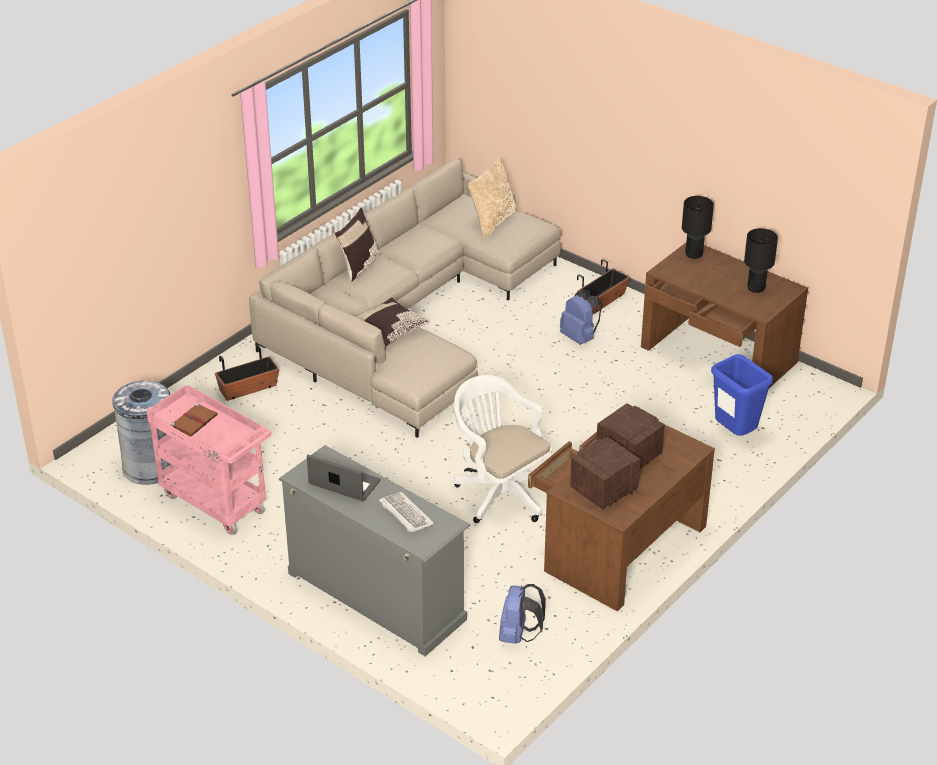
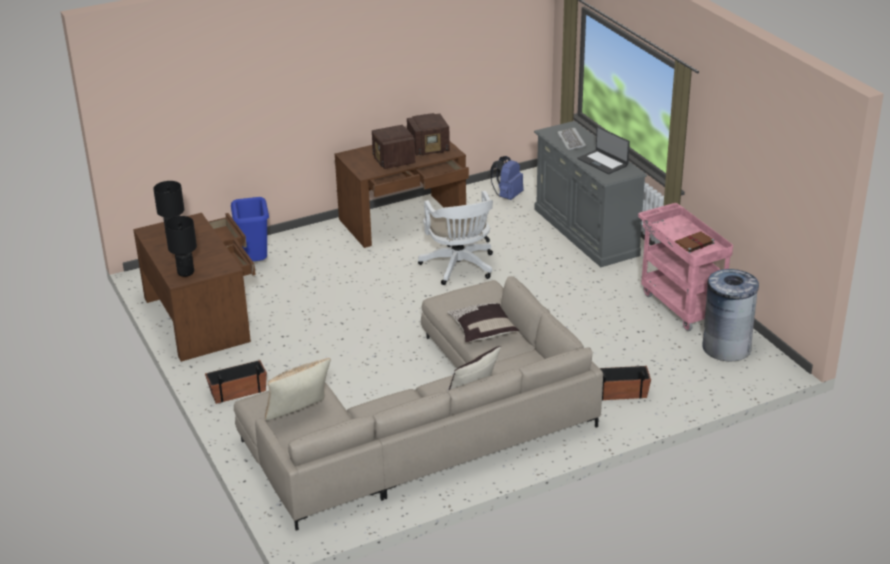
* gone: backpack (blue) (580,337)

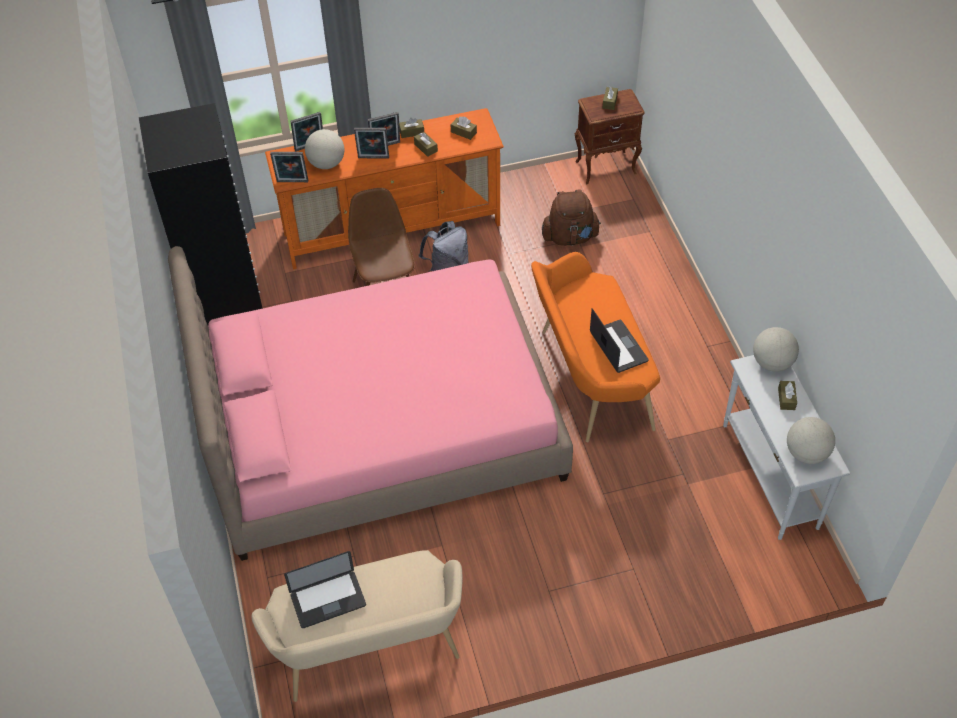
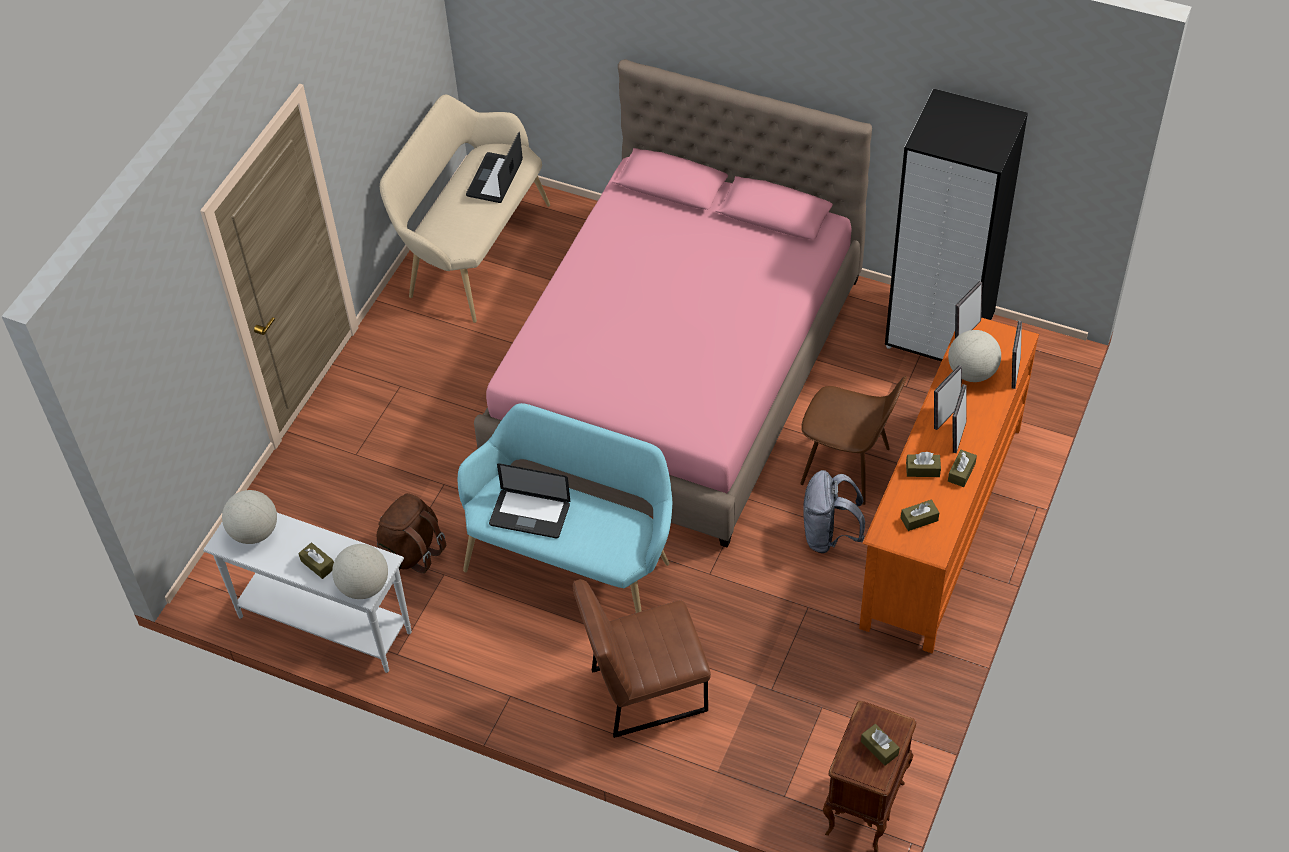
* shifted: backpack (brown) (570,237) to (411,552)
* repainted: bench (orange) (588,379) to bench (turquoise) (574,562)
* new: chair (brown) (645,690)

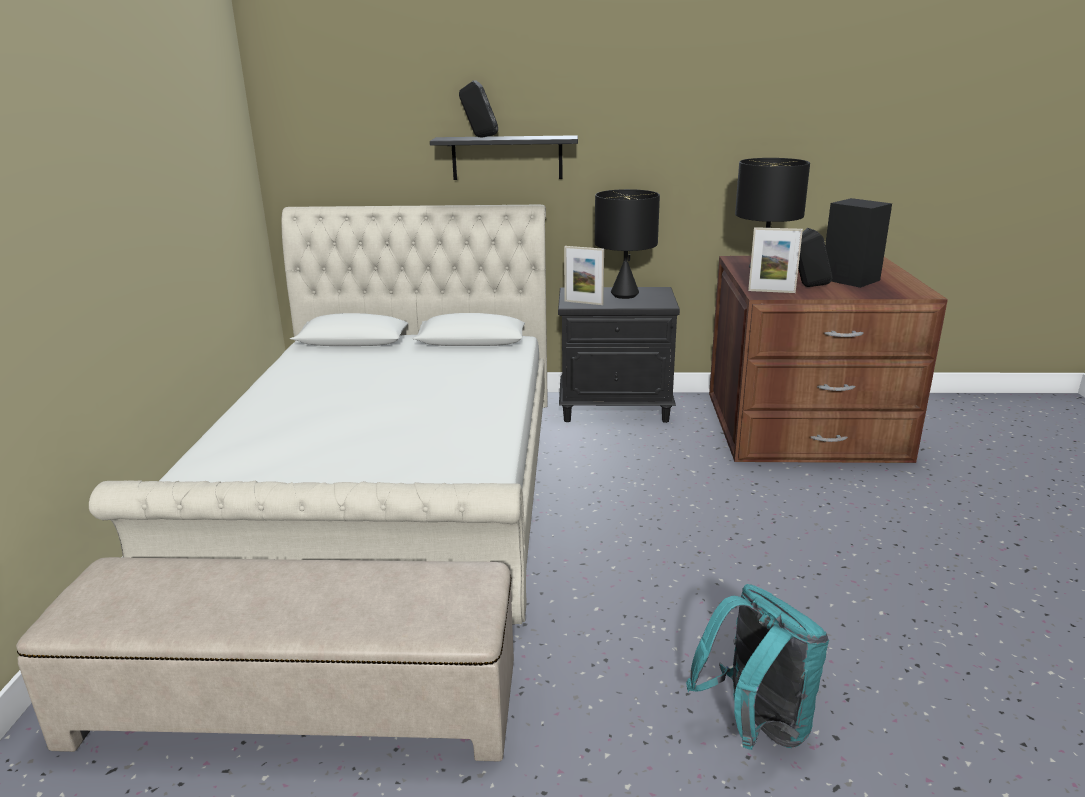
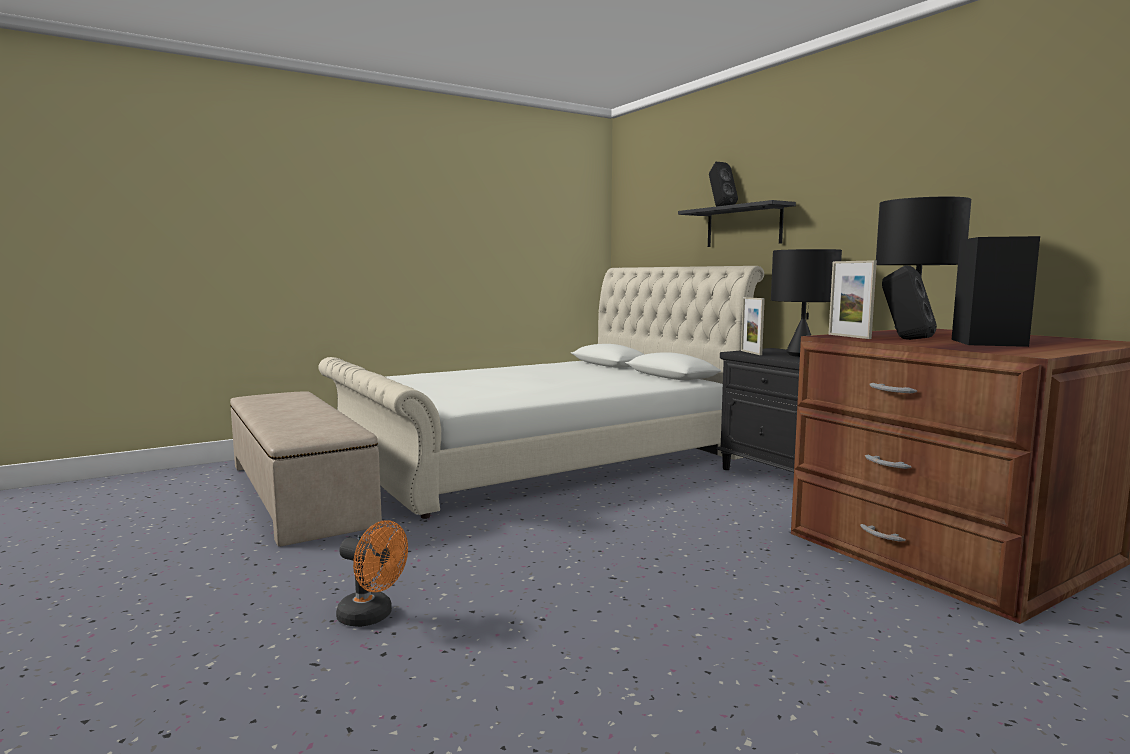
* swapped: backpack (turquoise) (755,726) to fan (orange) (372,616)

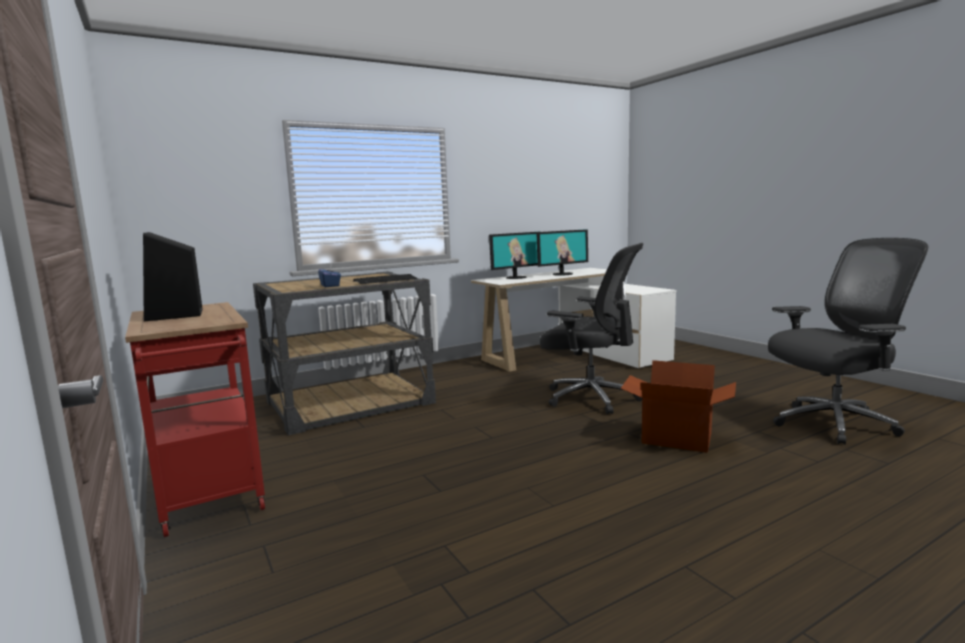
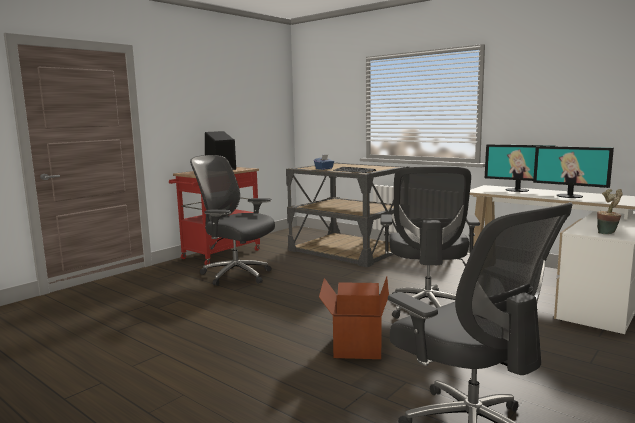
* new: office chair (237,275)
* new: potted plant (608,233)

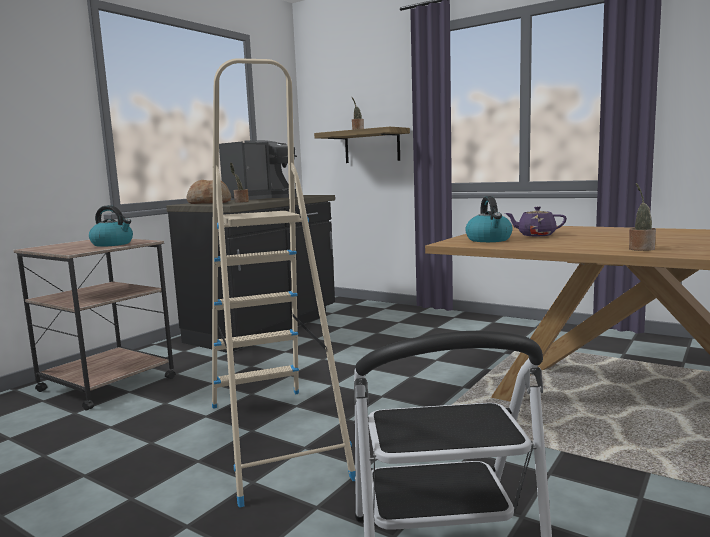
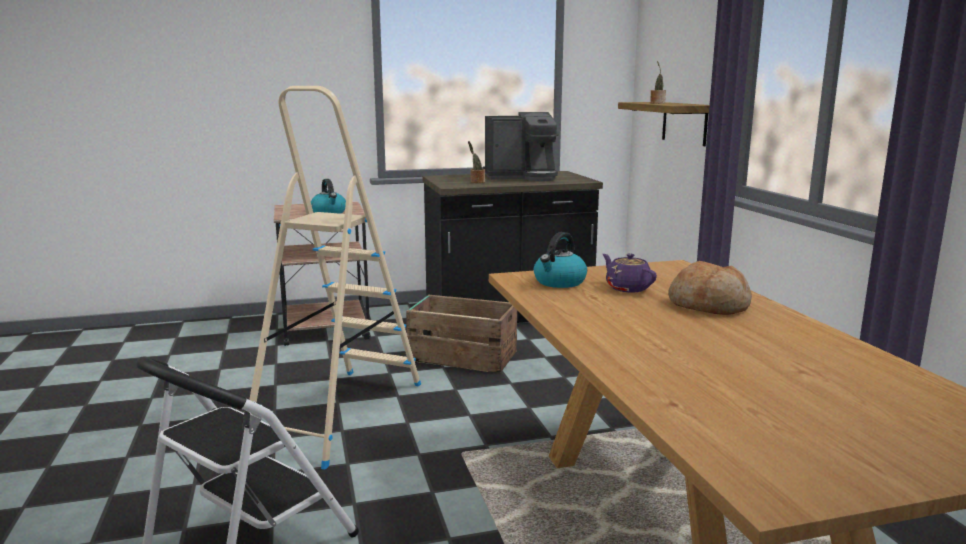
* shifted: bread (210,203) to (709,305)
* gone: potted plant (640,248)
* new: crate (461,356)

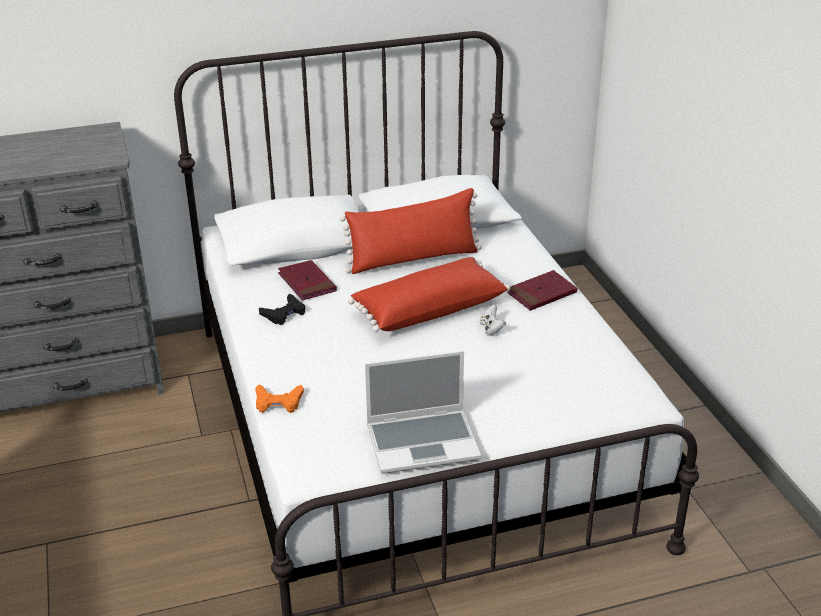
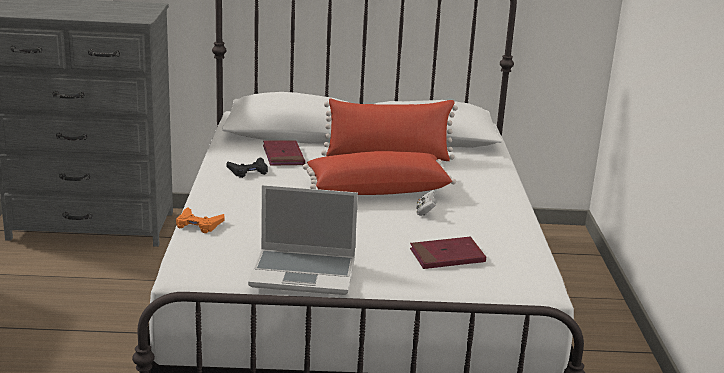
* shifted: book (red) (541,293) to (447,256)

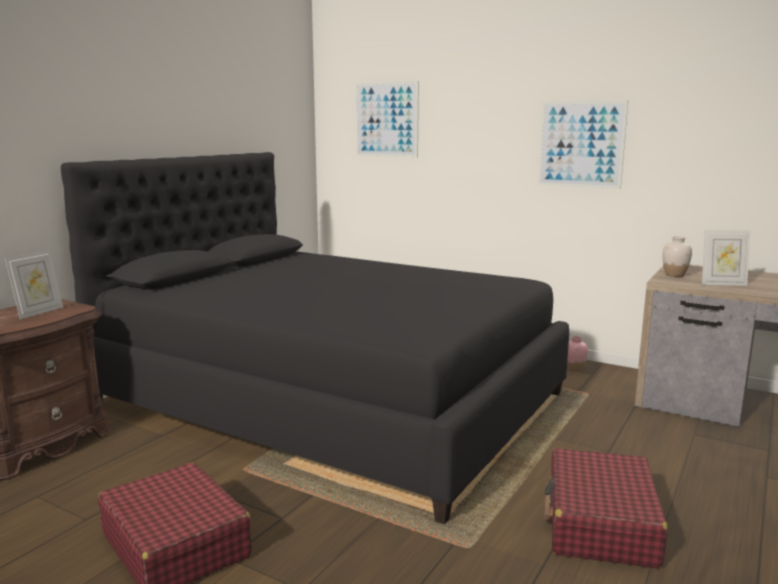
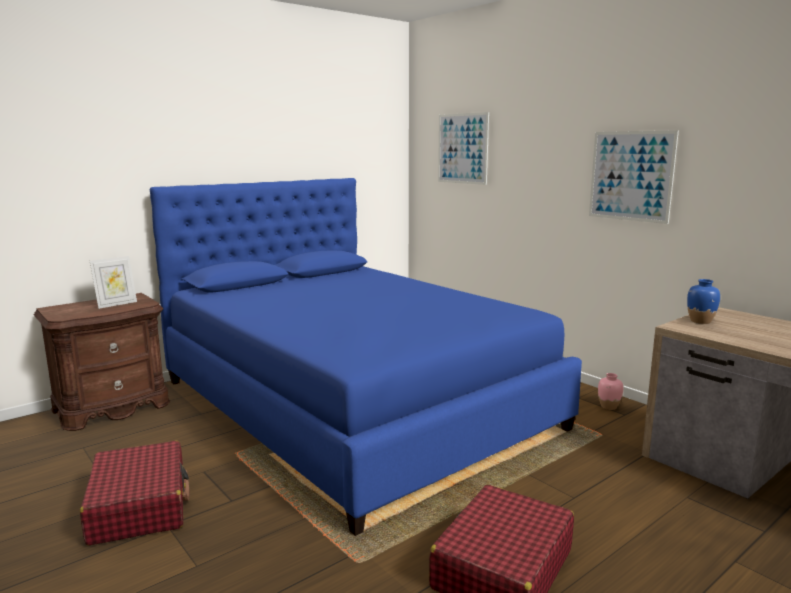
* repainted: bed (black) (330,399) to bed (blue) (353,403)
* gone: picture frame (722,284)
* repainted: vase (white) (674,275) to vase (blue) (700,321)

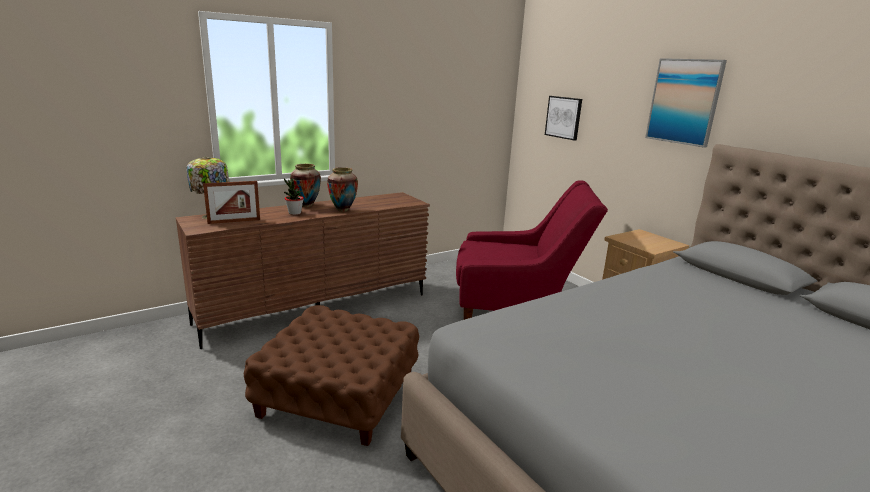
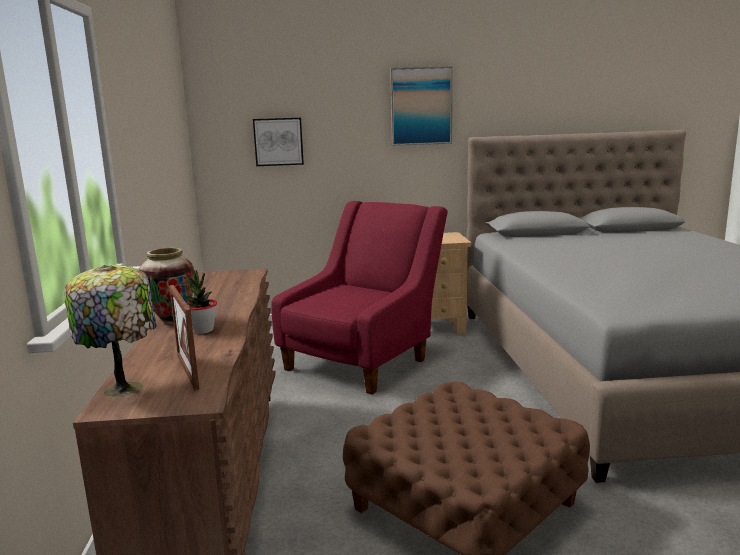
* gone: vase (343,210)
* rotated: picture frame (234,221) = (187,371) 150 degrees clockwise

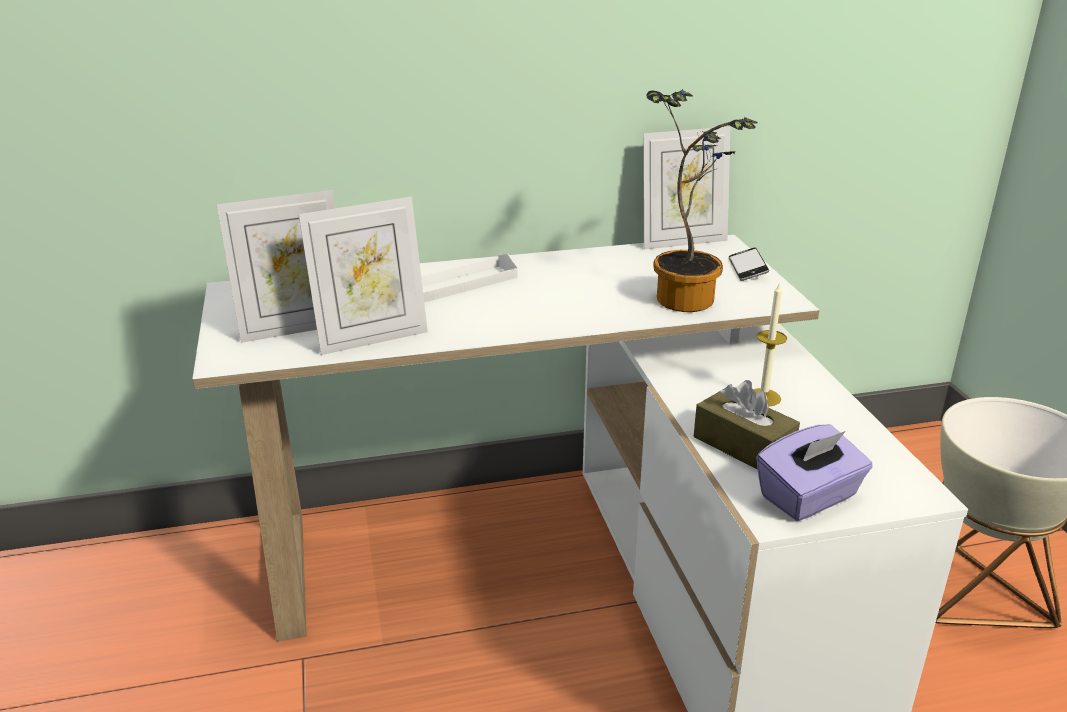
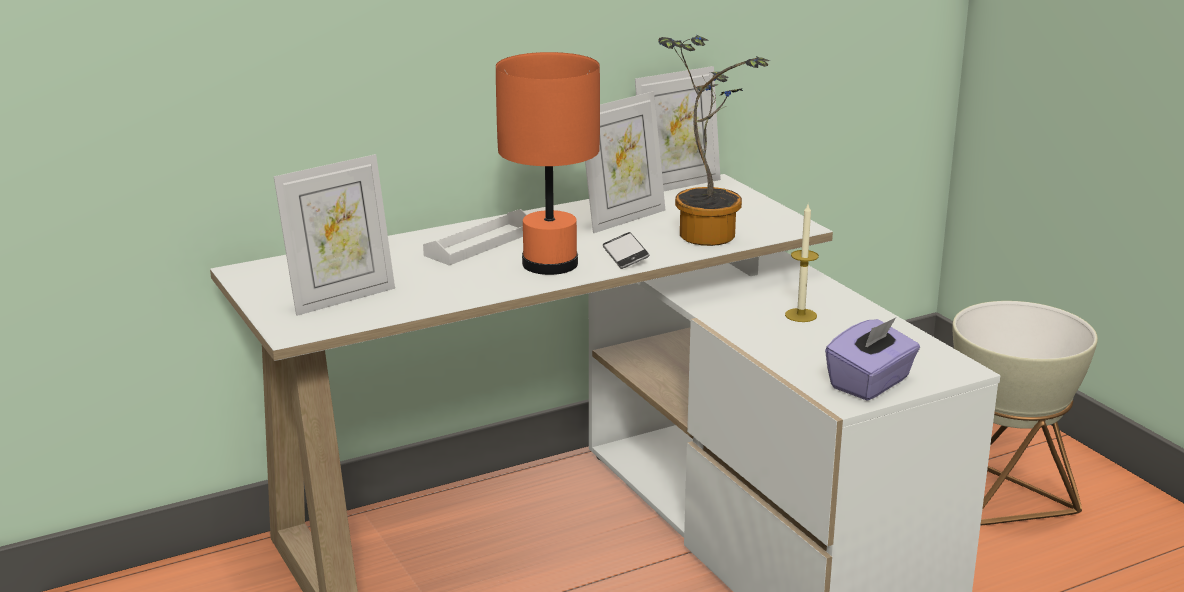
* shifted: picture frame (371,338) to (623,219)
* shifted: phone (747,269) to (625,256)
* gone: tissue box (brown) (743,446)
* new: table lamp (orange) (550,263)

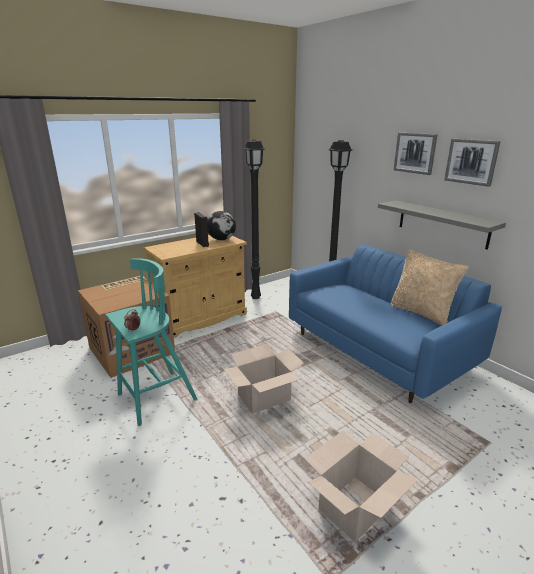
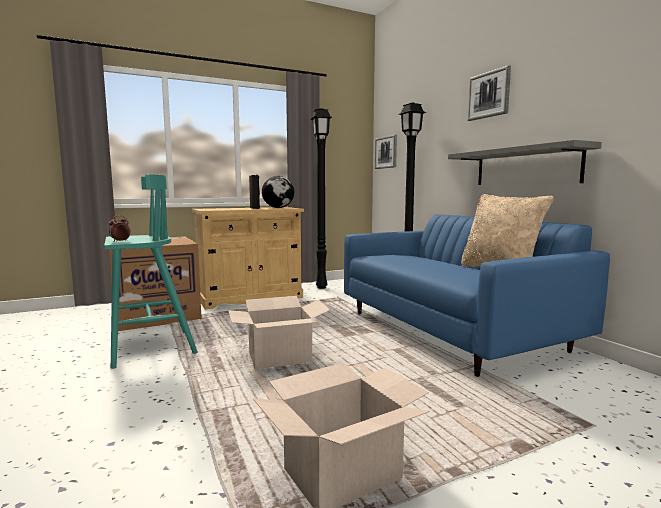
* shifted: picture (471,161) to (386,152)

